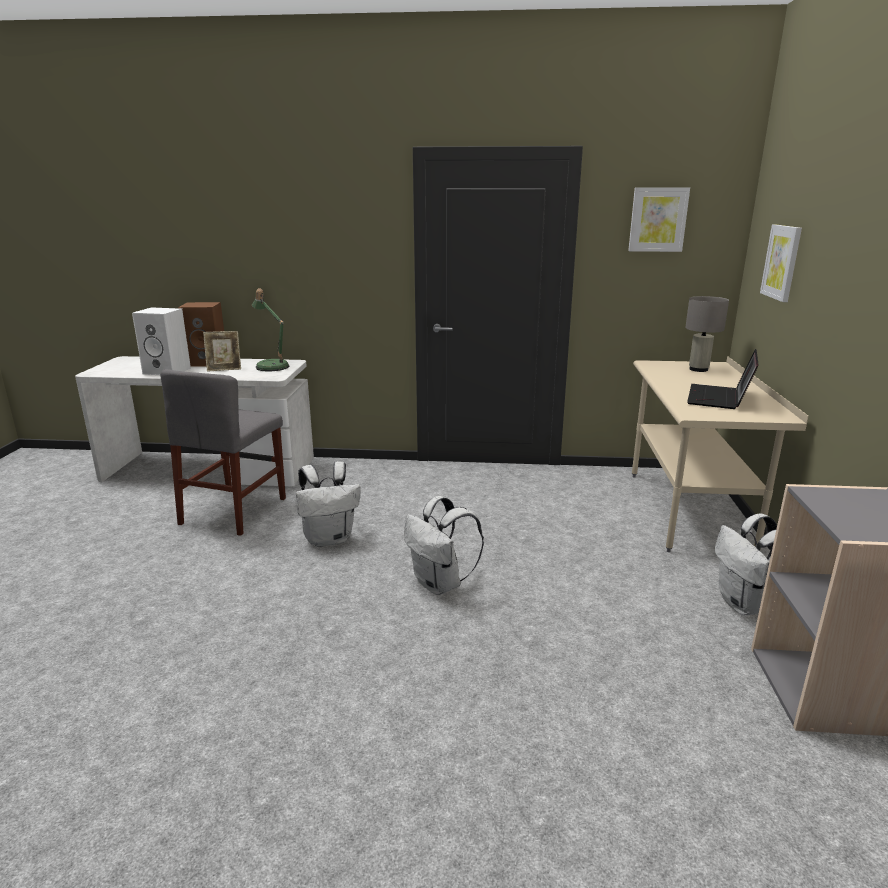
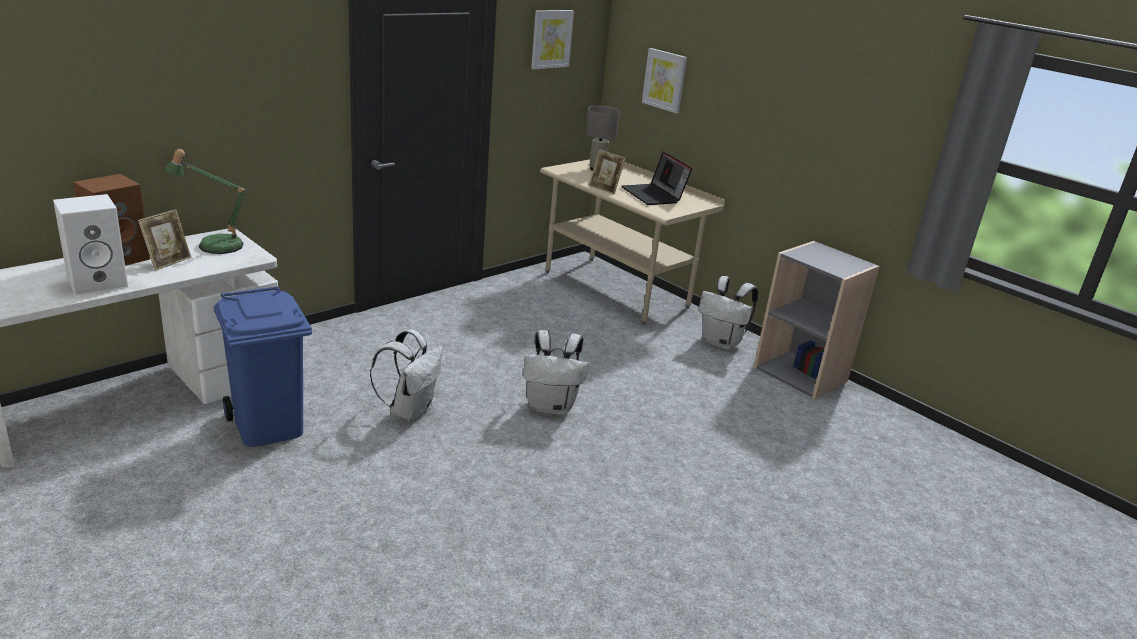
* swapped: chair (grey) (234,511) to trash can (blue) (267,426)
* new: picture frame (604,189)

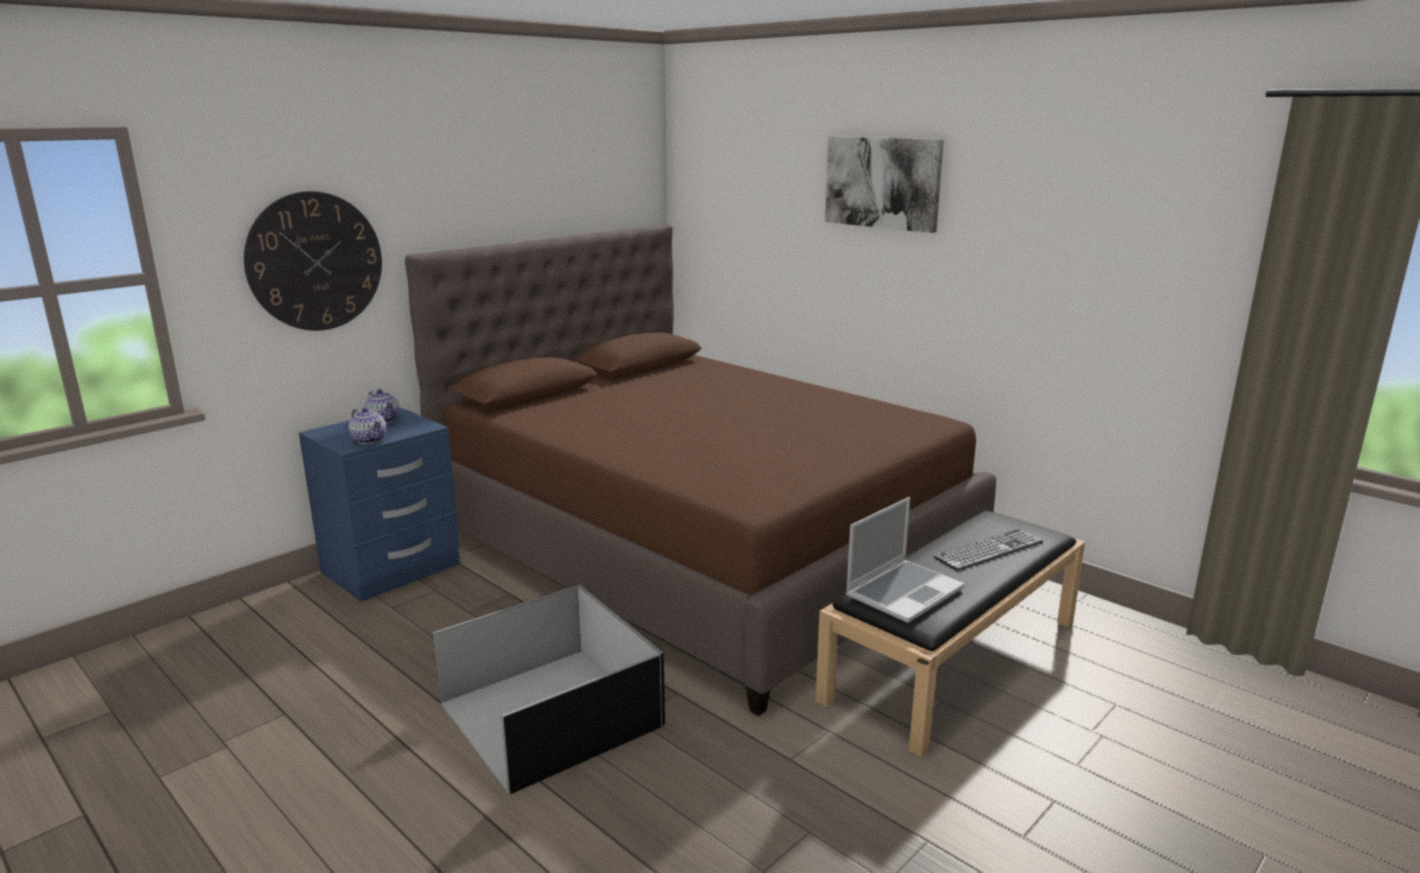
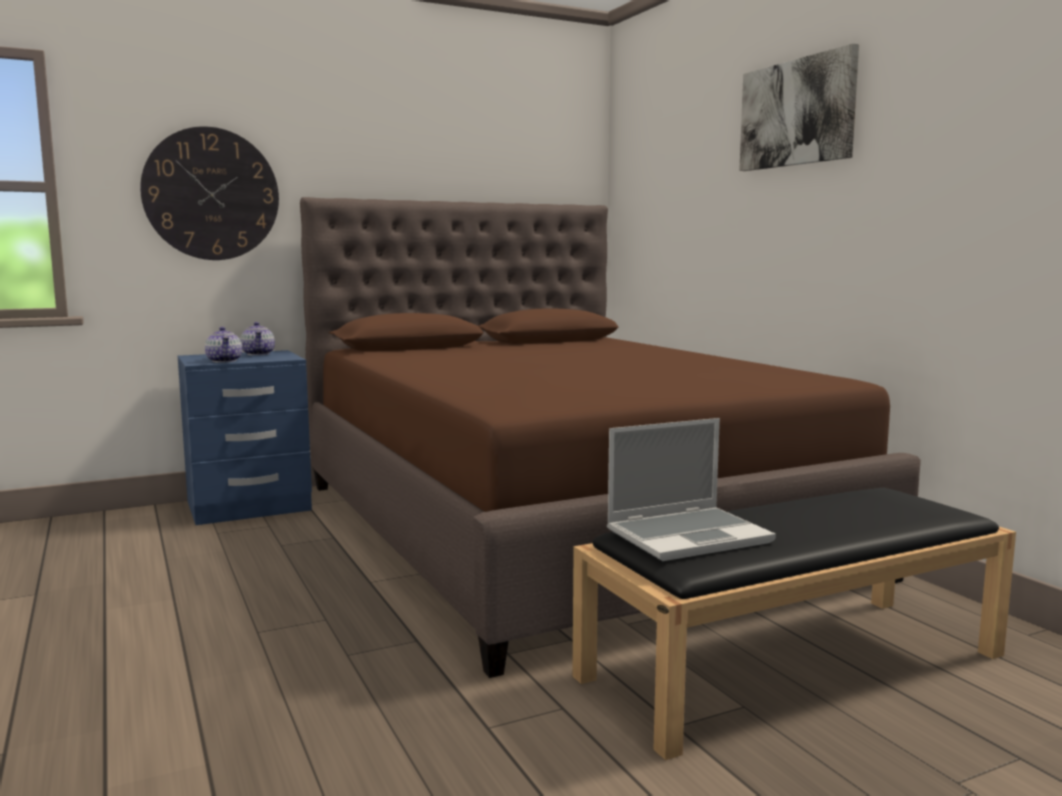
* gone: keyboard (989,549)
* gone: storage box (black) (549,712)

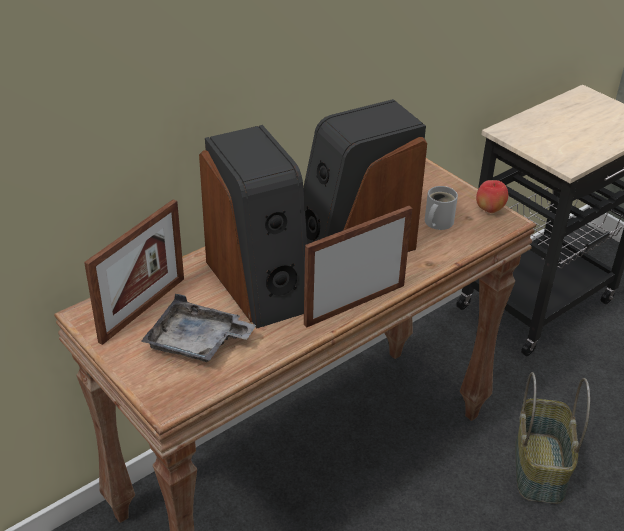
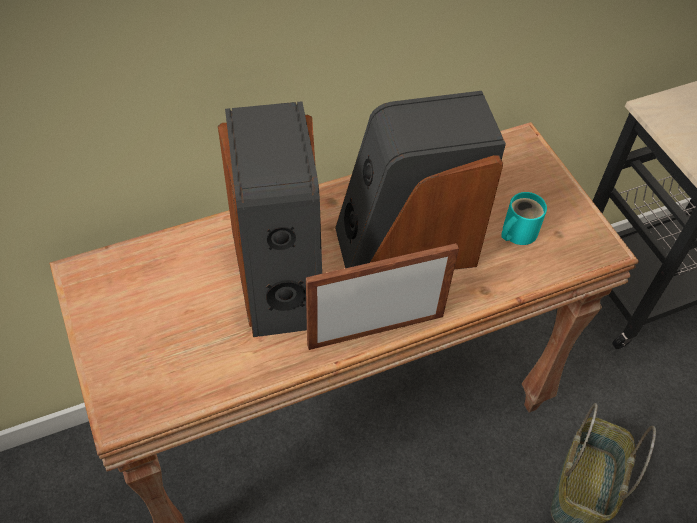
* gone: apple (489,210)
* repainted: mug (white) (436,222) to mug (turquoise) (516,232)
* gone: picture frame (142,309)
* gone: tray (grey) (197,342)

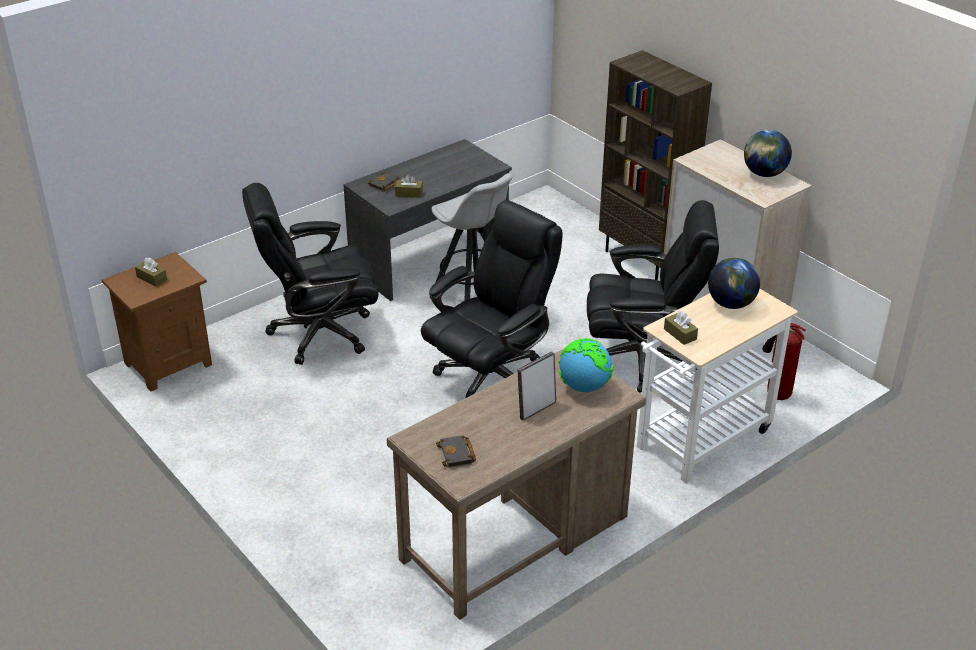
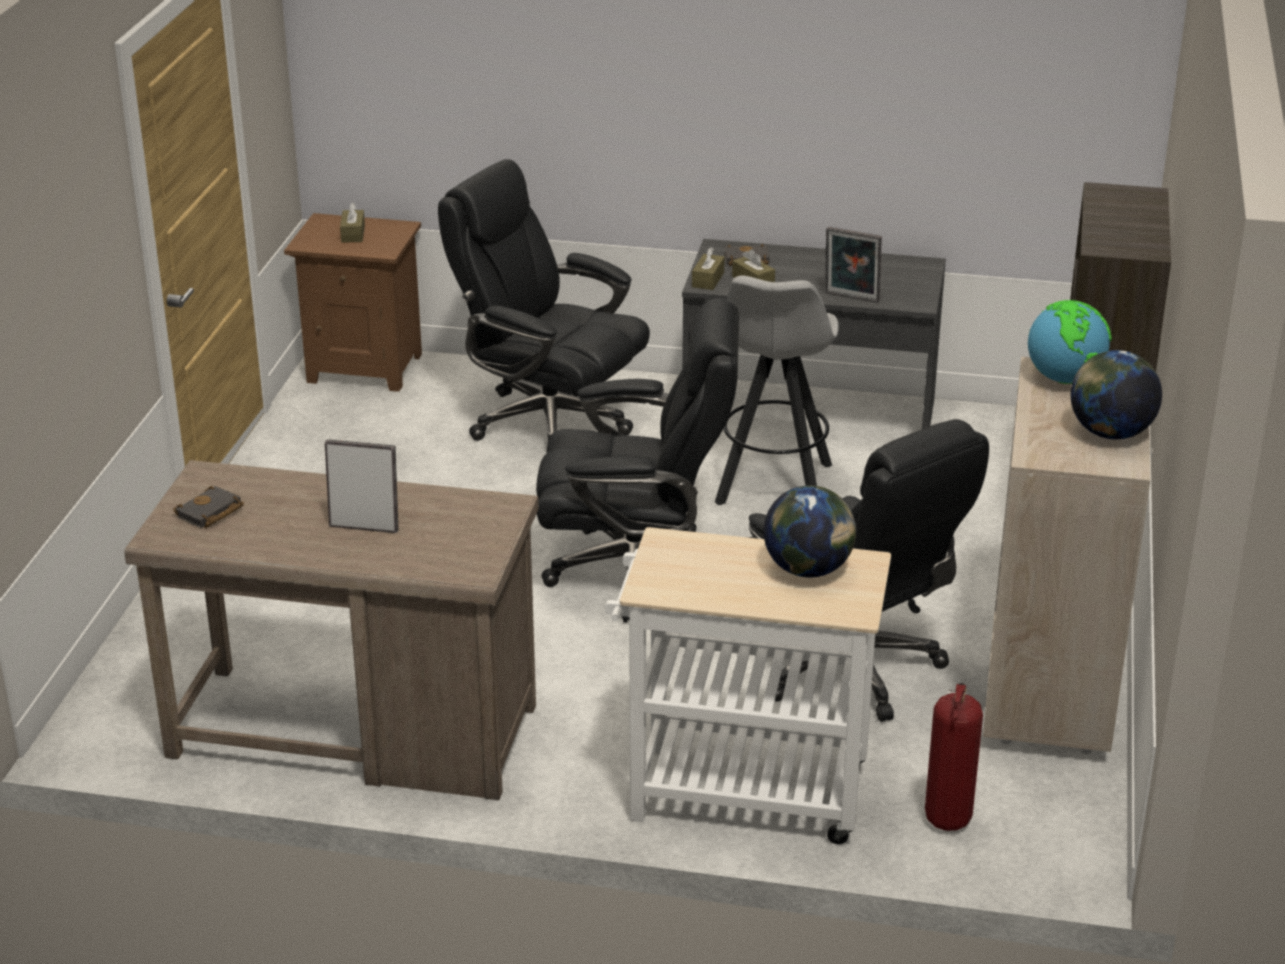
* shifted: tissue box (brown) (680,334) to (708,280)
* shifted: globe (584,387) to (1064,379)
* new: picture frame (851,298)

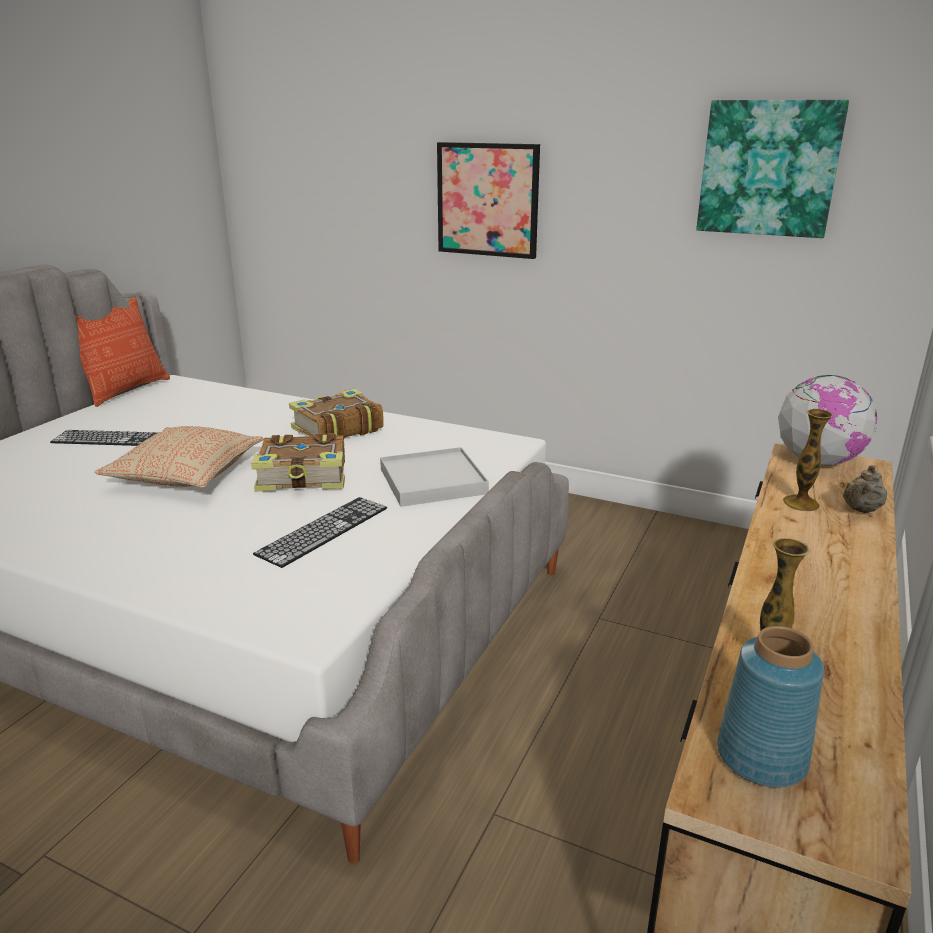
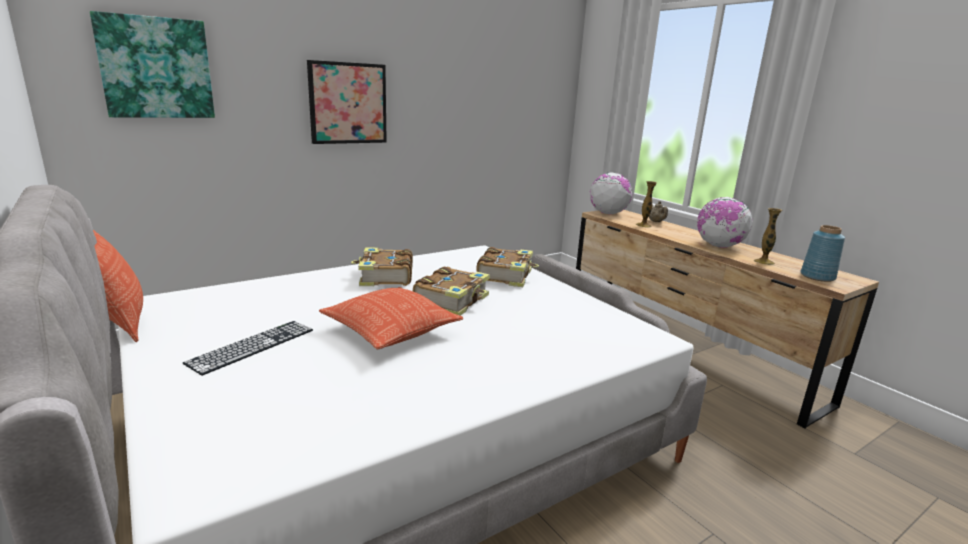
* shifted: picture (768,168) to (156,68)
* repainted: pillow (beige) (187,474) to pillow (orange) (390,332)
* swapped: tray (white) (433,481) to book (506,275)
* gone: keyboard (323,530)
* new: globe (719,246)

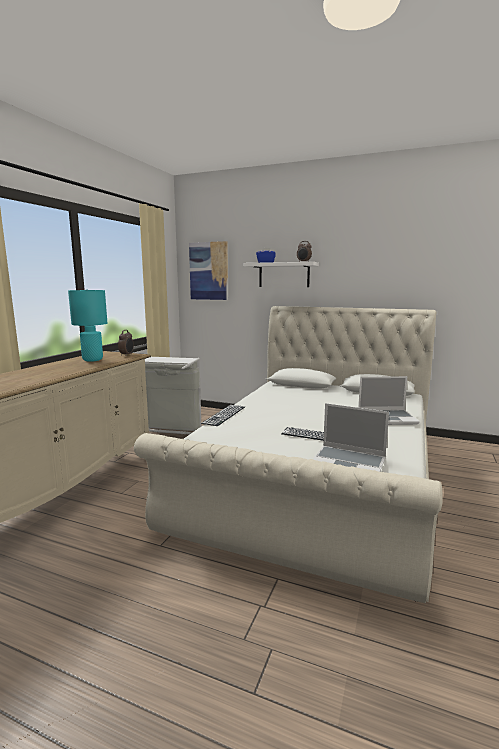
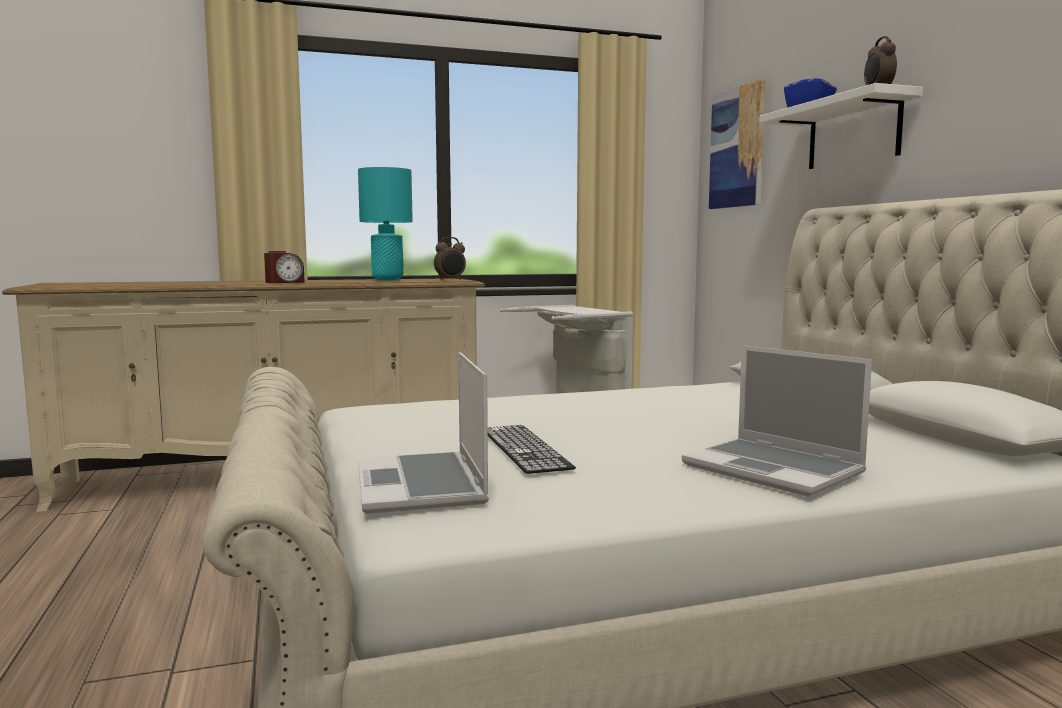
* gone: keyboard (224,415)
* new: alarm clock (284,282)

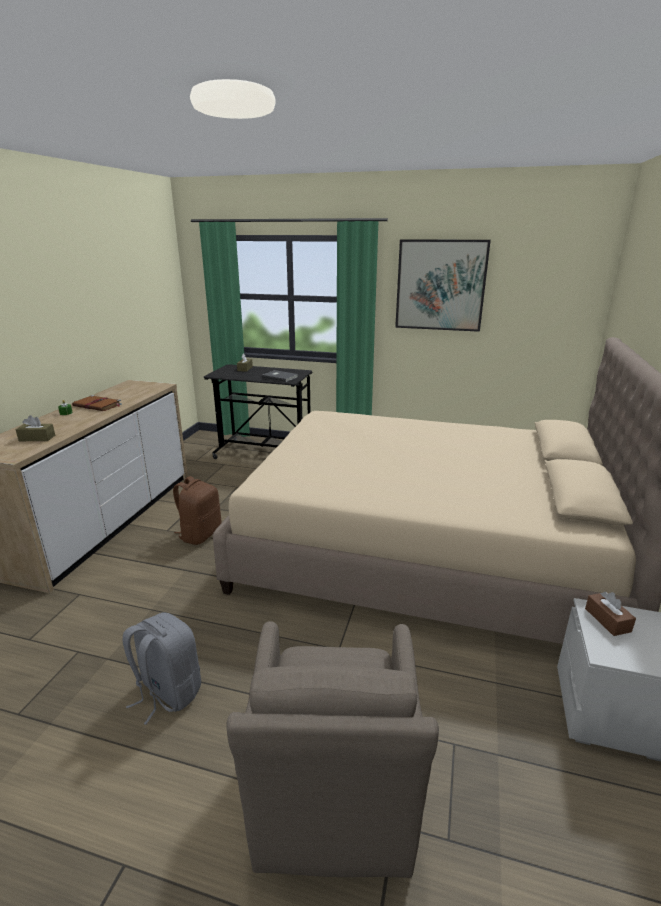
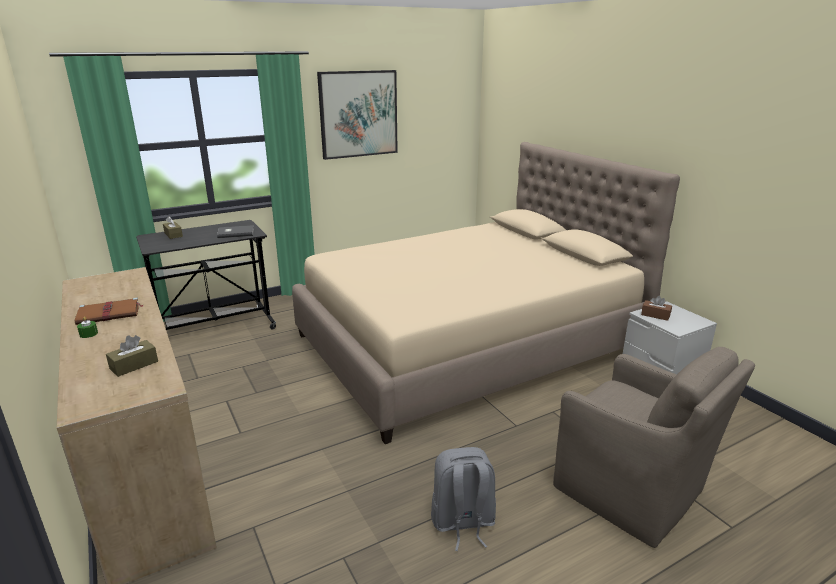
* gone: backpack (brown) (200,534)

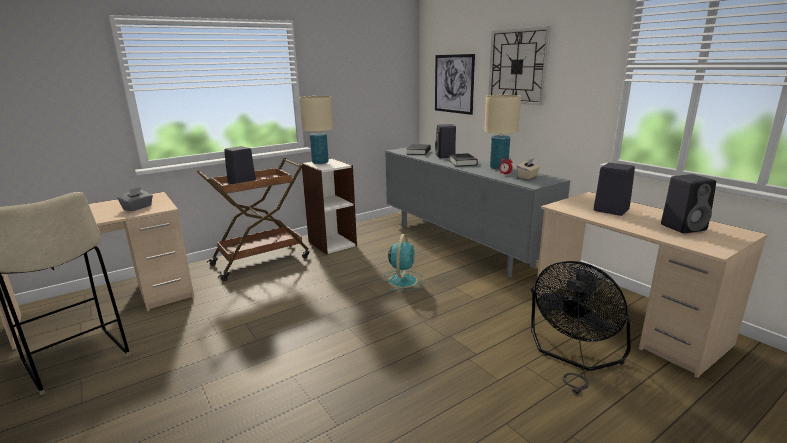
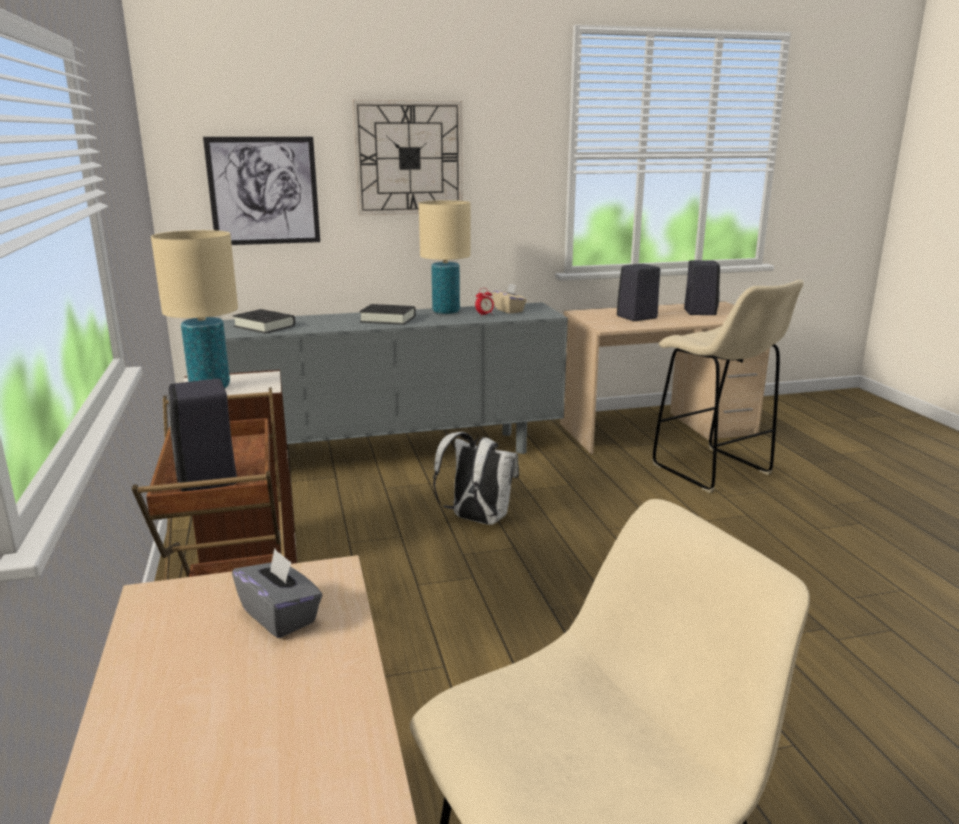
* gone: speaker (black) (445,156)
* swapped: fan (turquoise) (403,280) to backpack (white) (476,520)
* swapped: fan (black) (571,356) to stool (beige) (713,471)

